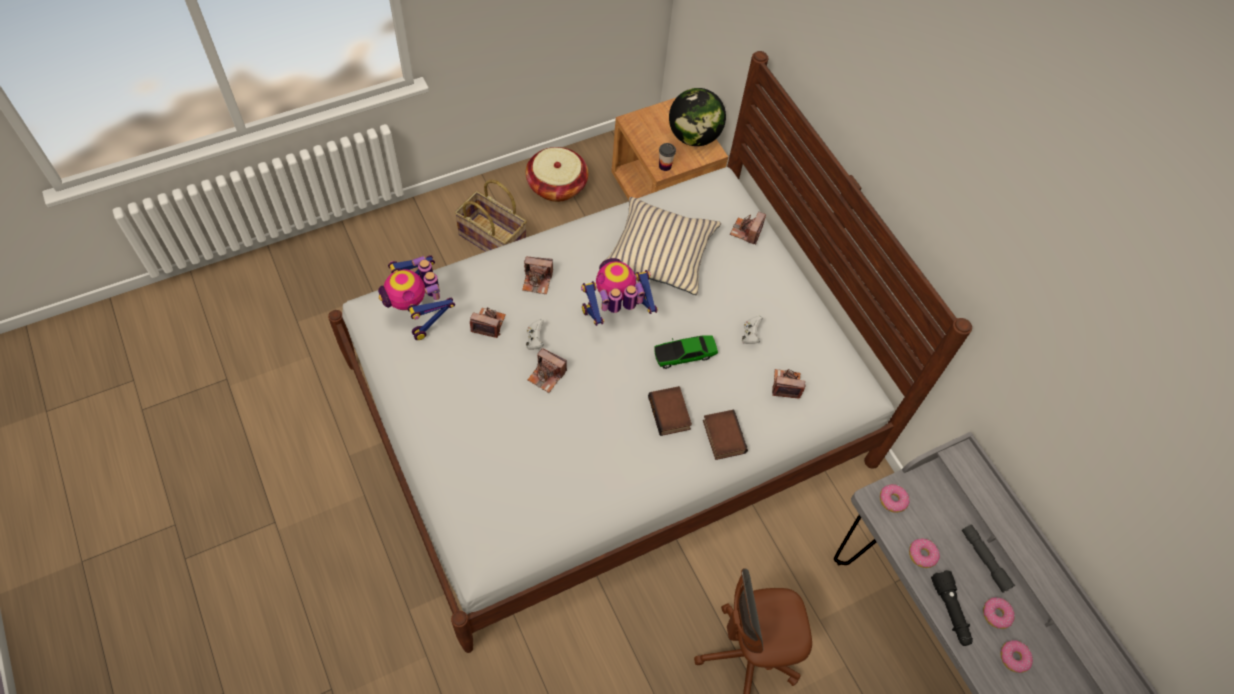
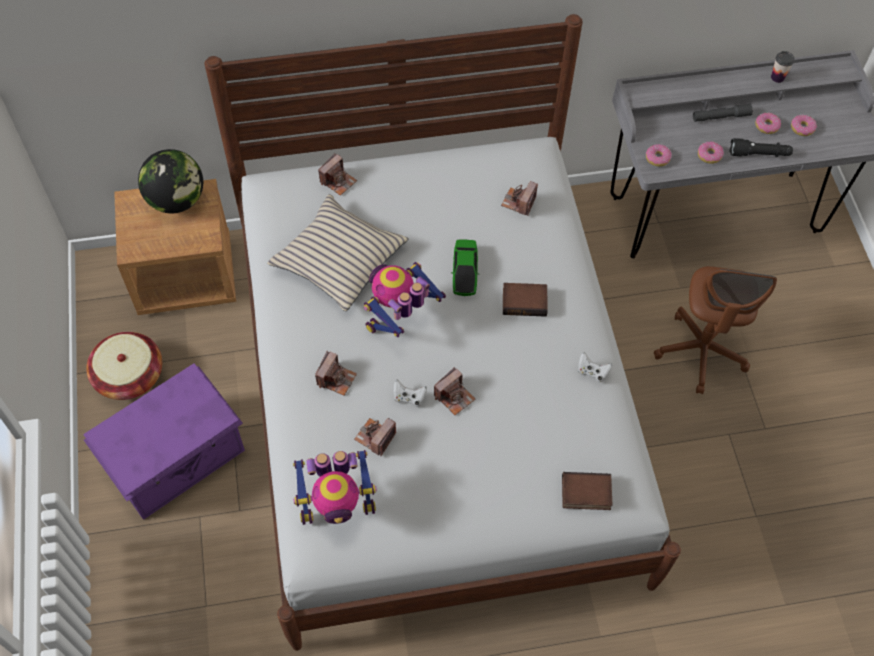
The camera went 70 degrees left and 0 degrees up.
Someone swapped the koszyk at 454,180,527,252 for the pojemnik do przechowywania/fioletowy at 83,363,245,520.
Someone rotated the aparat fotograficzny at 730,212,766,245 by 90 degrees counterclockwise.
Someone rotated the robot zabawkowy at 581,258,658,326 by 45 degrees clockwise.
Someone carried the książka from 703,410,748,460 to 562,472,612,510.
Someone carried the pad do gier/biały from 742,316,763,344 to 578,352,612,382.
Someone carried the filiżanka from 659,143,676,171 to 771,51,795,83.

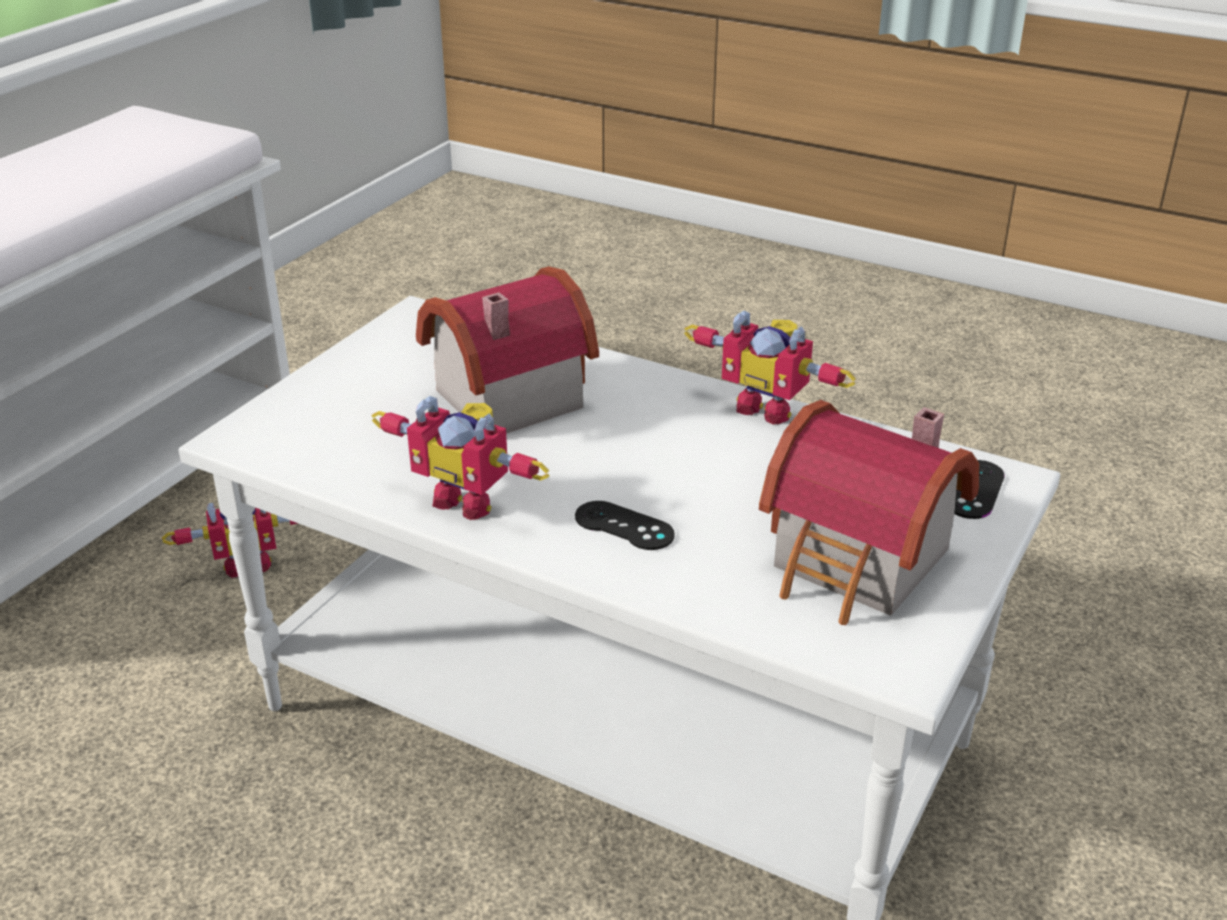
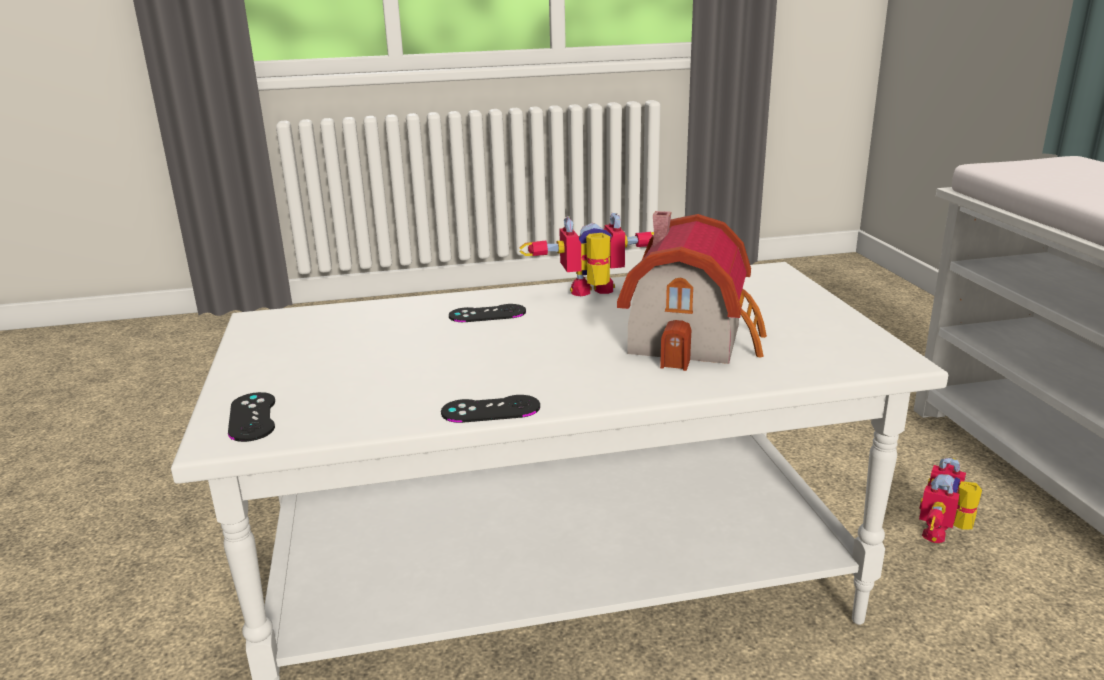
The camera went 140 degrees right and 10 degrees down.
Someone swapped the robot zabawkowy at 684,310,856,425 for the pad do gier/czarny at 441,395,540,423.
Someone took away the domek at 759,400,979,625.

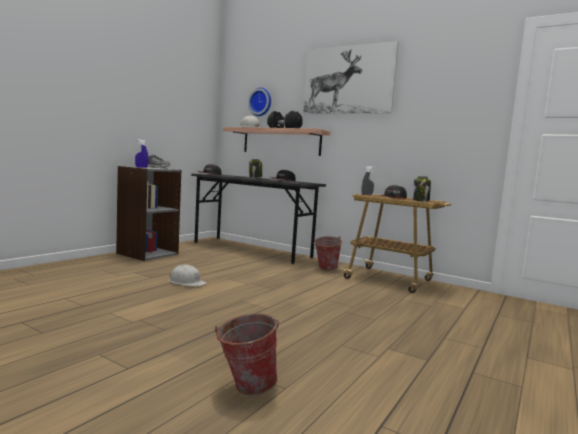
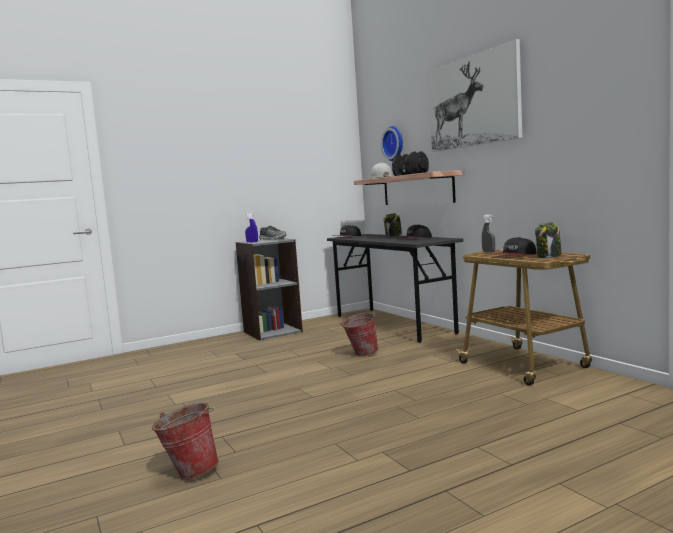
The camera went 30 degrees right and 0 degrees up.
Someone carried the wiadro from 313,236,342,270 to 340,313,379,357.
Someone took away the kask/biały at 169,264,207,287.

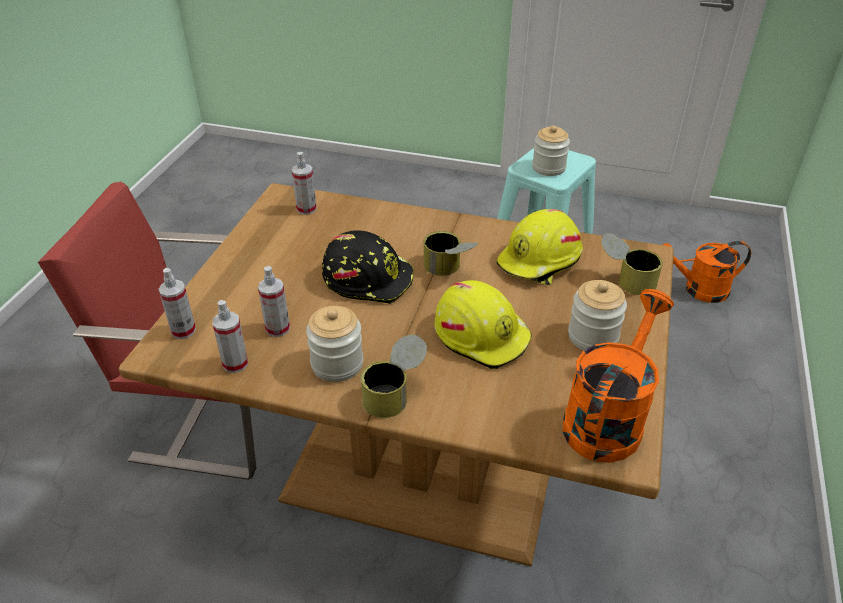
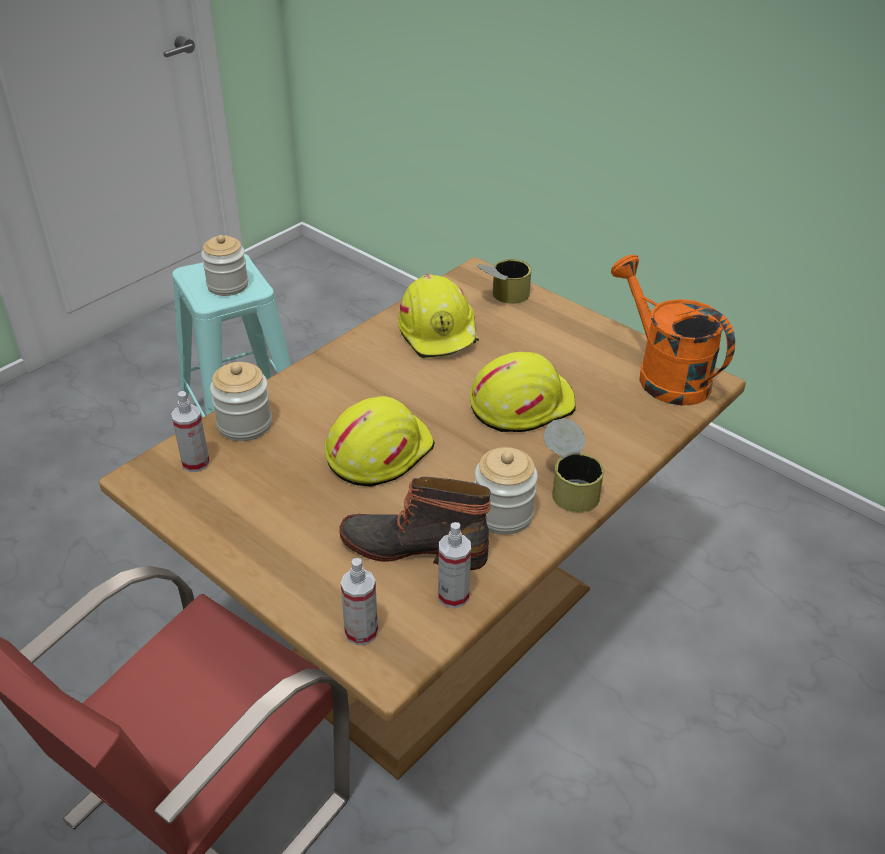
The camera went 65 degrees left and 0 degrees up.
Someone carried the słoik from 568,280,627,350 to 210,362,272,441.
Someone repainted the kask/czarny at 322,230,414,304, which became the kask/żółty at 324,396,435,487.
Someone swapped the spryskiwacz at 258,266,290,337 for the but z cholewką at 339,477,491,570.
Someone took away the puszka at 423,231,478,276.
Someone took away the konewka/pomarańczowy at 663,241,751,303.

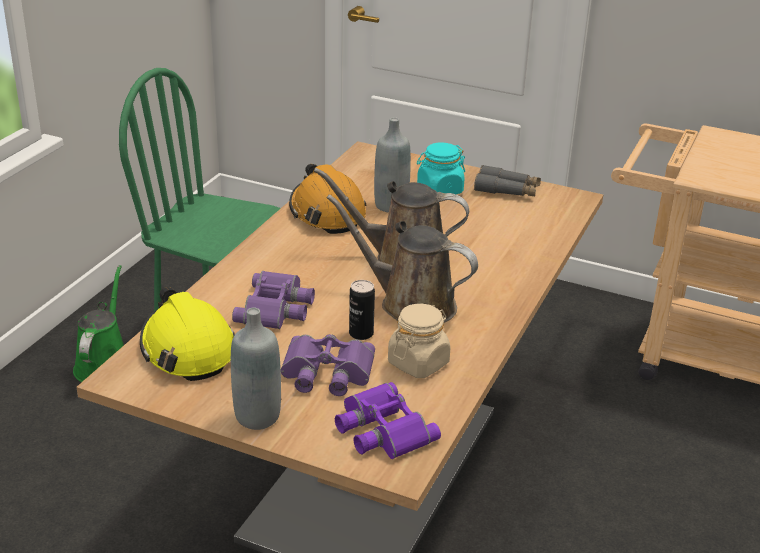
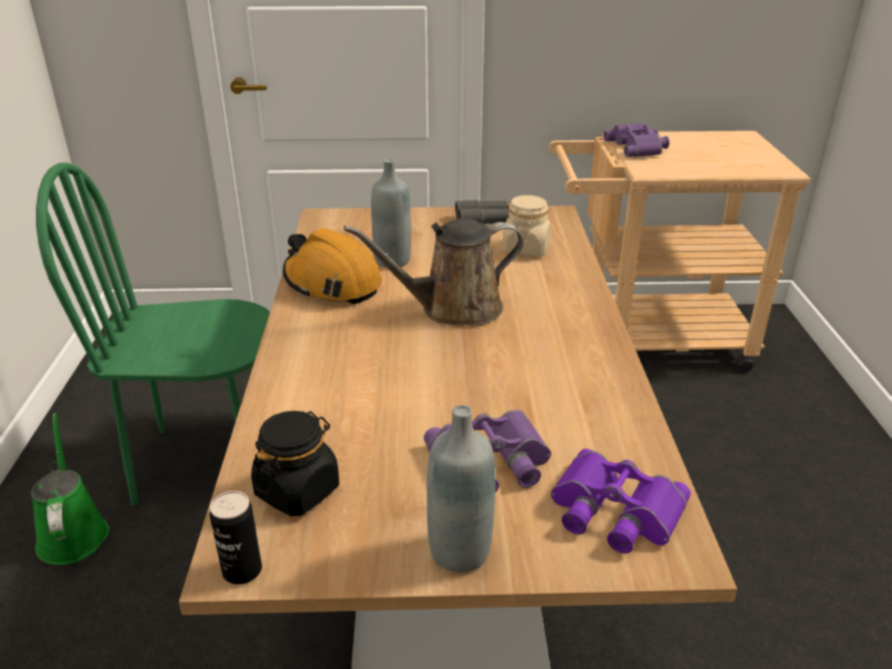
The camera went 25 degrees left and 0 degrees up.
Someone carried the puszka from 349,280,375,340 to 210,491,262,584.
Someone swapped the kask/żółty at 140,287,235,381 for the słoik/czarny at 251,411,339,516.
Someone carried the słoik/beżowy from 388,304,450,378 to 502,195,551,256.
Someone carried the lornetka/fioletowy from 232,271,315,329 to 604,123,669,157.
Someone took away the konewka/brązowy at 327,194,478,323.
Someone took away the słoik/turkusowy at 417,143,465,194.

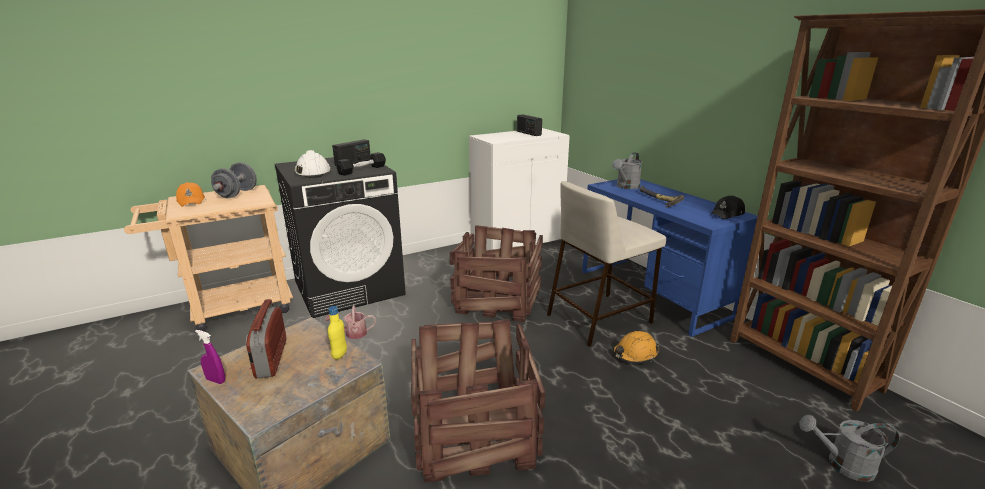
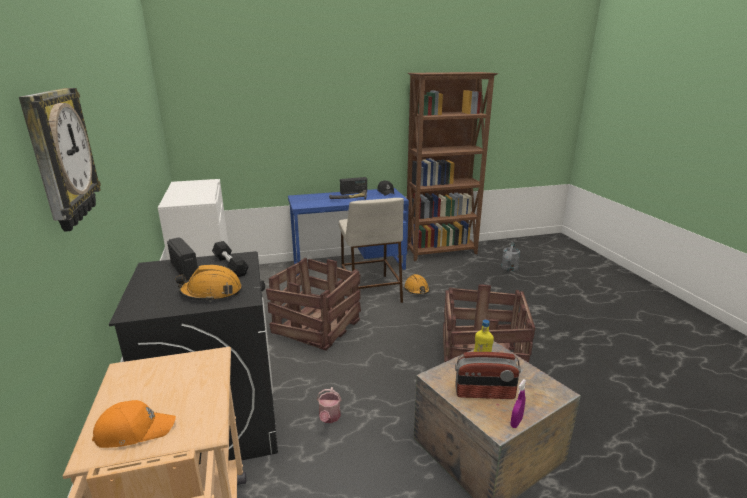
The camera went 75 degrees left and 0 degrees up.
Someone put up the zegar ścienny at 19,88,101,232.
Someone repainted the kask/biały at 294,150,332,179, which became the kask/pomarańczowy at 176,265,242,302.
Someone carried the radio from 517,114,542,136 to 340,177,367,195.
Someone took away the hantel/szary at 211,162,257,198.
Someone took away the konewka/szary at 612,152,642,189.

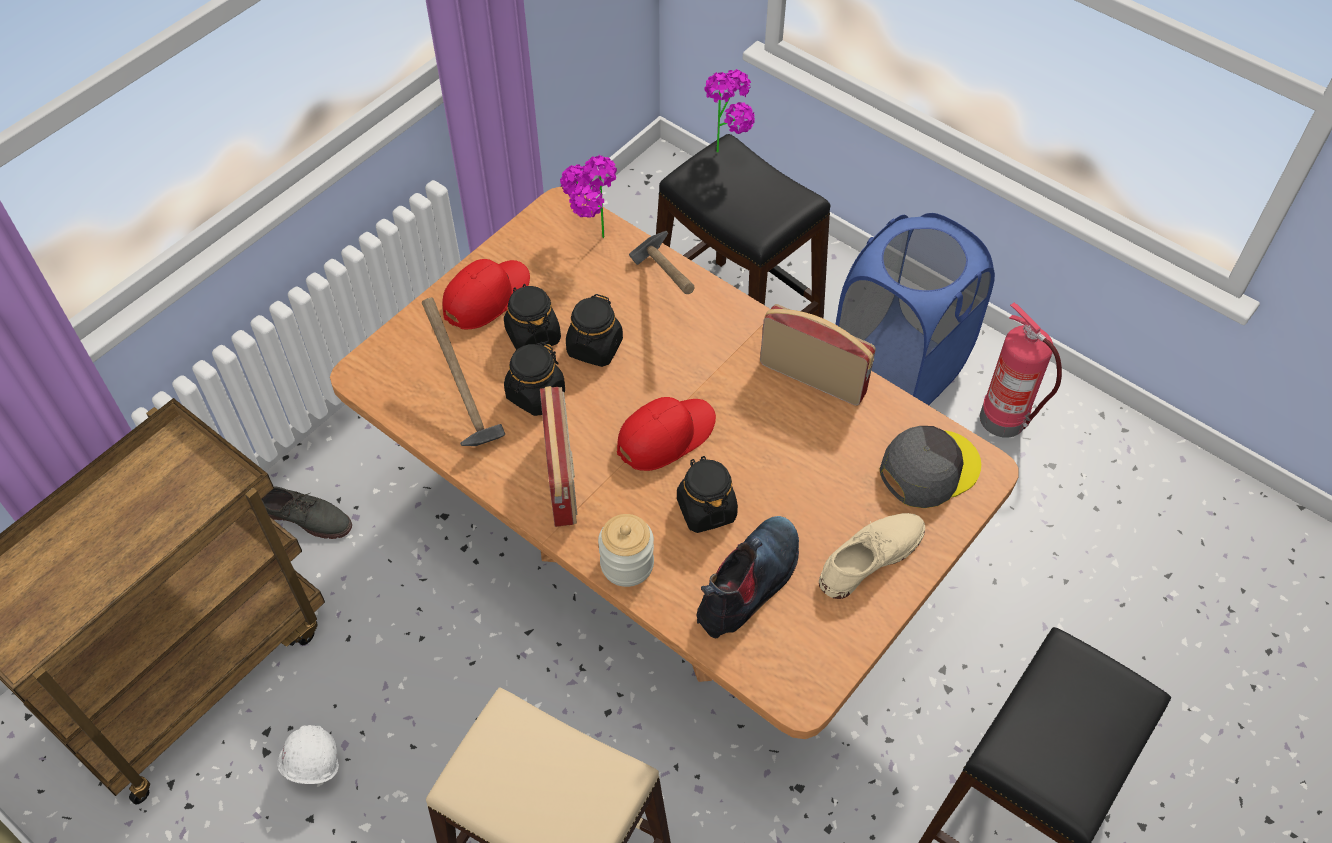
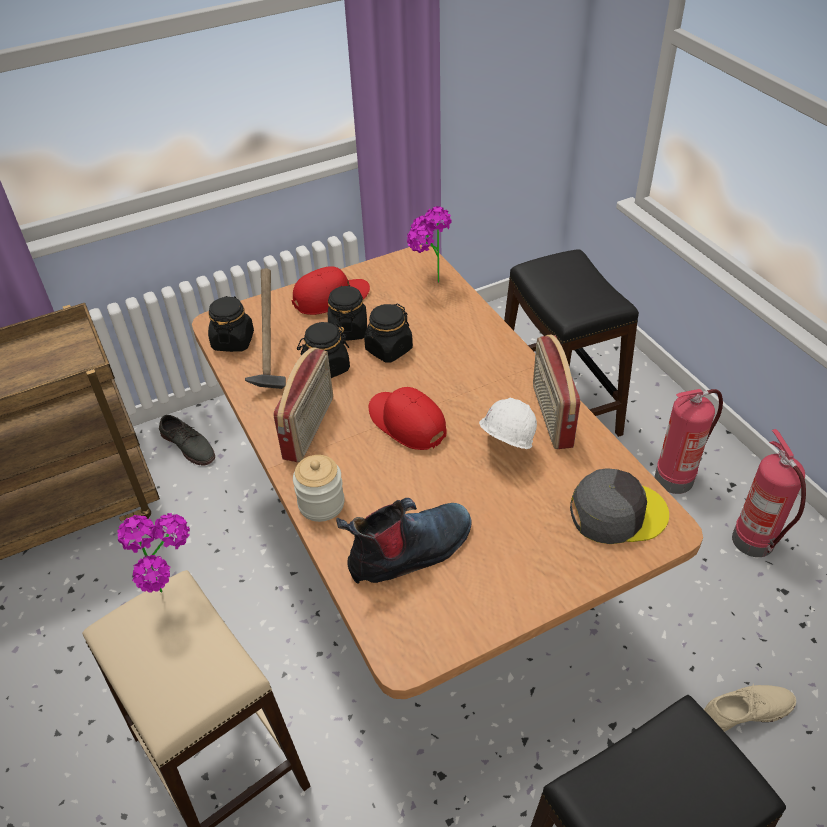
The camera went 25 degrees right and 10 degrees down.
Someone carried the roślina doniczkowa from 704,69,755,153 to 117,513,190,593.
Someone carried the słoik/czarny from 677,456,738,533 to 208,296,254,352.
Someone rotated the czapka z daszkiem/czerwony at 617,397,716,471 by 120 degrees counterclockwise.
Someone carried the kask/biały from 277,725,339,784 to 479,398,537,449.
Someone rotated the radio at 760,304,876,406 by 150 degrees counterclockwise.
Someone swapped the kosz na pranie/niebieski at 835,213,995,405 for the gaśnica at 655,389,723,494.
Someone carried the but/beżowy from 819,513,925,599 to 704,684,796,732.
Someone took away the młotek at 629,231,694,294.

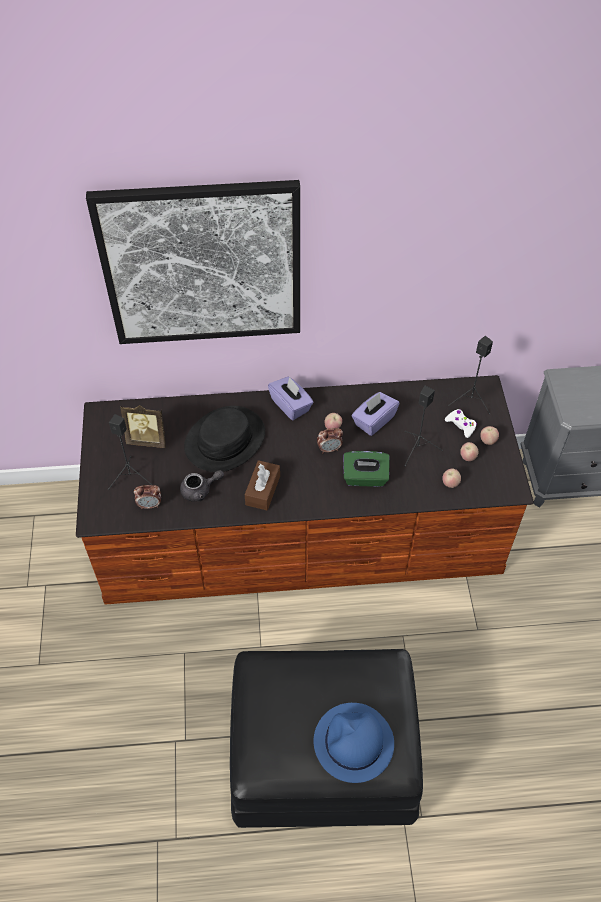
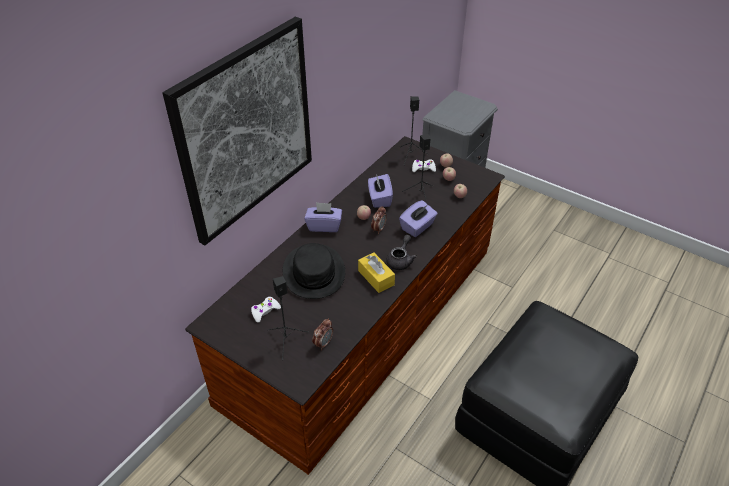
The camera went 50 degrees left and 10 degrees down.
Someone swapped the ramka na zdjęcie at 120,405,166,448 for the pad do gier/biały at 251,297,281,323.
Someone repainted the pudełko chusteczek/brązowy at 245,460,280,510, which became the pudełko chusteczek/żółty at 358,253,395,293.
Someone carried the imbryk/szary from 180,470,224,501 to 386,235,417,270.
Someone repainted the pudełko chusteczek/zielony at 344,451,390,487, which became the pudełko chusteczek/fioletowy at 399,200,438,237.
Someone took away the kapelusz/niebieski at 314,703,394,783.

